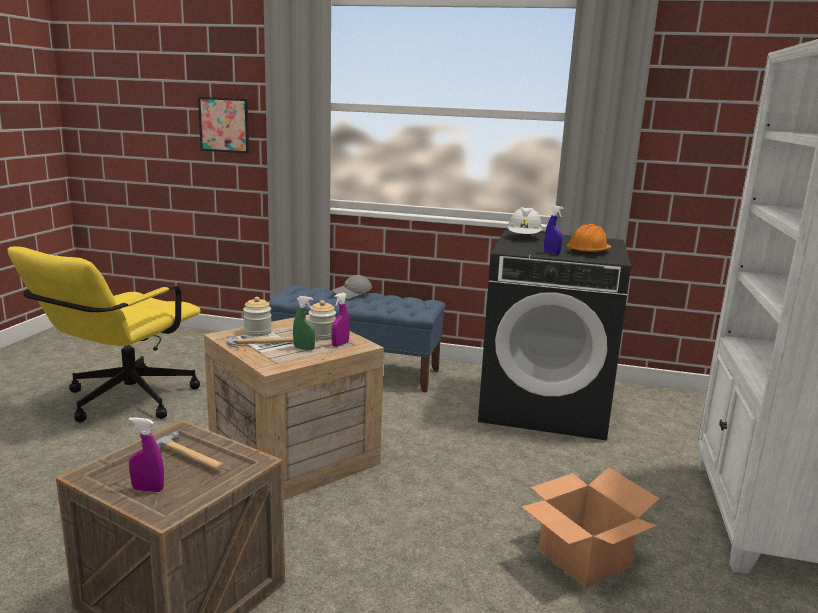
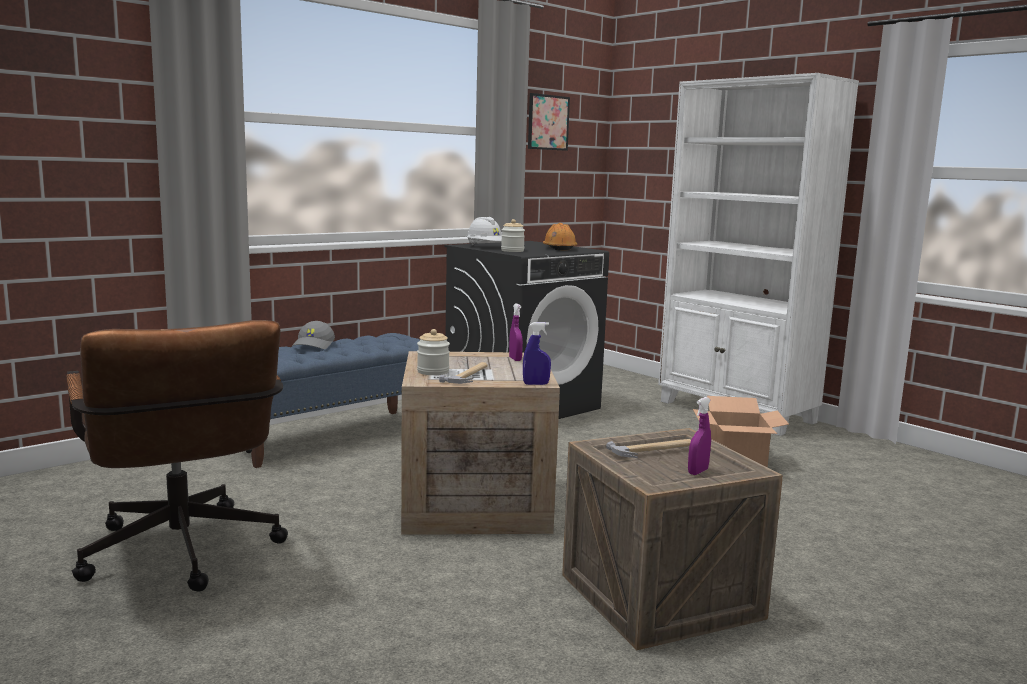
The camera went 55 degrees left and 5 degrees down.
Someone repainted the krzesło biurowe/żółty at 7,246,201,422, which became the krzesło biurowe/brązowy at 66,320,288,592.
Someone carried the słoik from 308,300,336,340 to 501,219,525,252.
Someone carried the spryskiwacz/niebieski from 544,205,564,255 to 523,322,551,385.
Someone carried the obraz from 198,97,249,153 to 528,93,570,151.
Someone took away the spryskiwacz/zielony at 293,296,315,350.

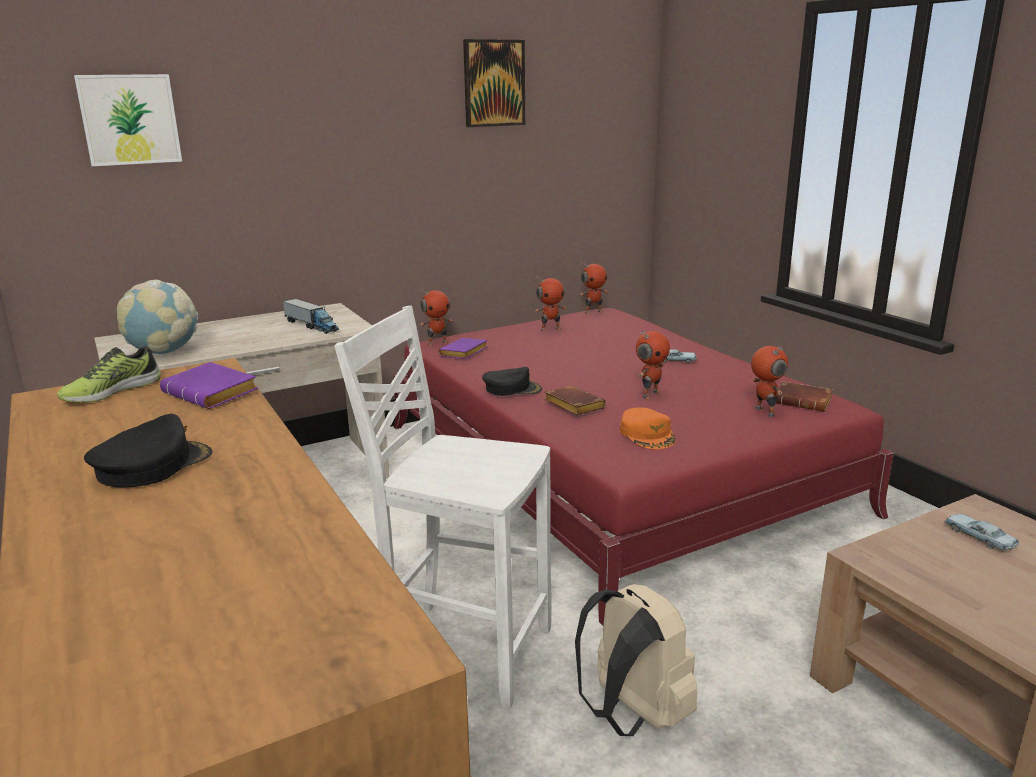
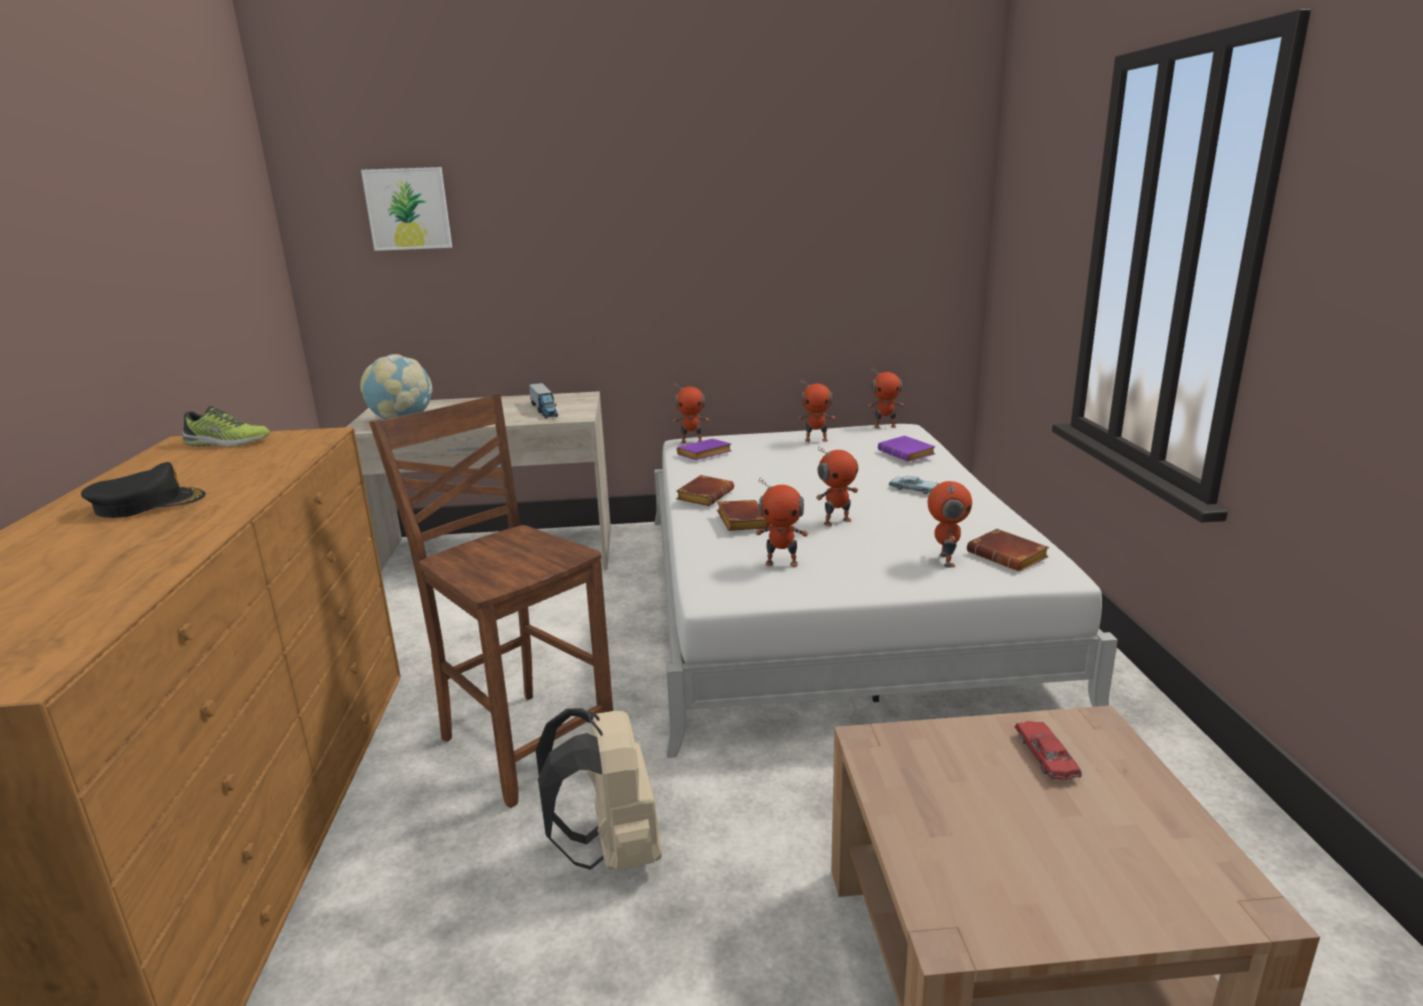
The camera went 25 degrees right and 0 degrees up.
Someone rotated the but at 57,346,161,403 by 150 degrees counterclockwise.
Someone repainted the krzesło/biały at 334,306,551,709, which became the krzesło/brązowy at 369,393,613,808.
Someone repainted the łóżko/czerwony at 394,308,894,626, which became the łóżko/biały at 654,424,1118,758.
Someone swapped the czapka z daszkiem/czarny at 482,367,542,396 for the książka/brązowy at 676,475,734,506.
Someone swapped the czapka z daszkiem/pomarańczowy at 620,408,676,449 for the robot zabawkowy at 755,477,808,567.
Someone carried the książka/fioletowy from 160,362,258,409 to 878,436,935,462.
Someone repainted the samochodzik/niebieski at 944,514,1019,551, which became the samochodzik/czerwony at 1014,721,1082,780.
Someone took away the obraz at 463,39,525,127.

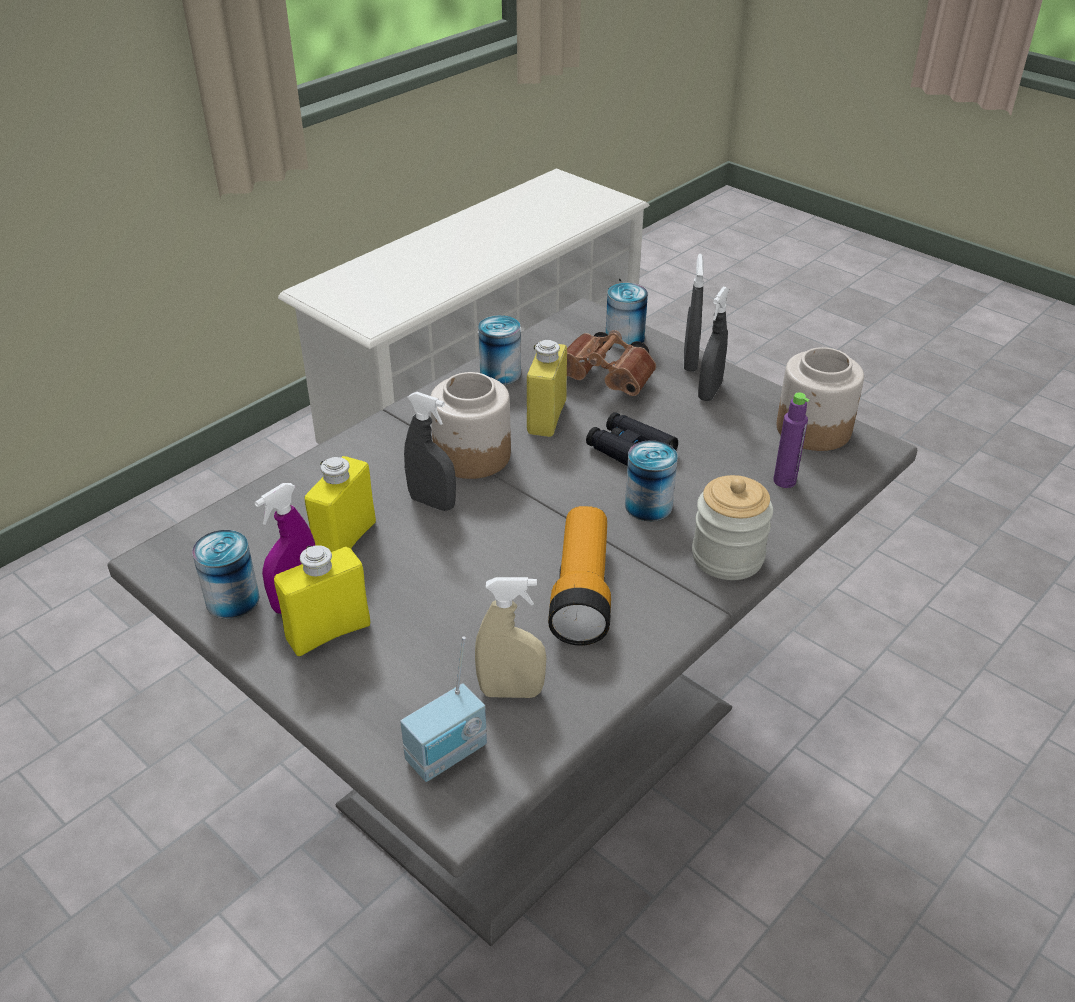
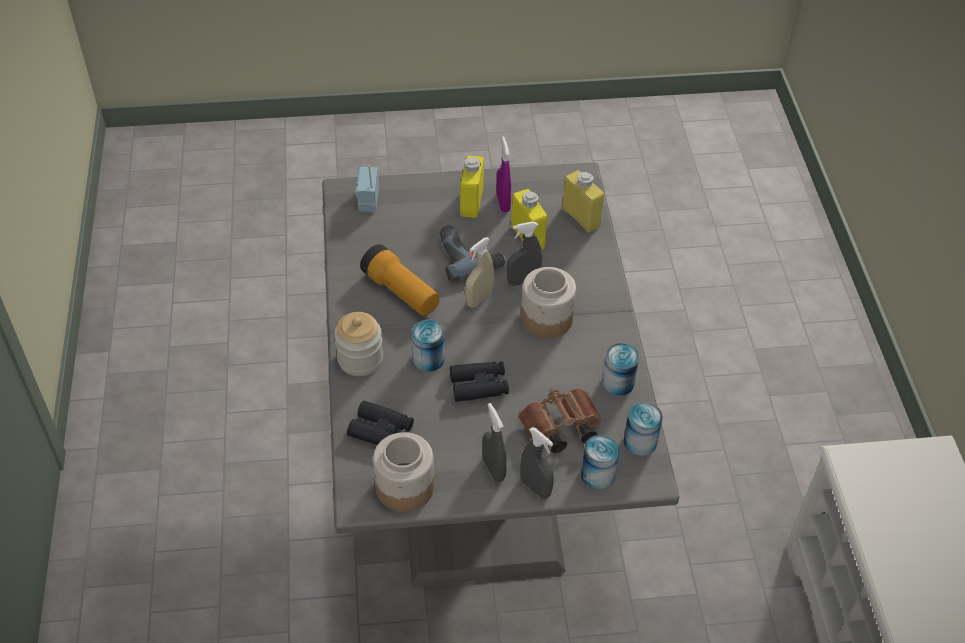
The camera went 130 degrees right and 10 degrees up.
Someone swapped the butelka/fioletowy at 773,392,809,488 for the lornetka/czarny at 347,401,414,445.
Someone put down the wiertarka at 440,225,507,282.
Someone carried the spryskiwacz/beżowy from 475,577,546,698 to 465,237,494,308.
Someone carried the butelka/żółty from 527,340,567,437 to 562,170,604,232.
Someone carried the puszka from 192,530,260,619 to 624,402,663,456.

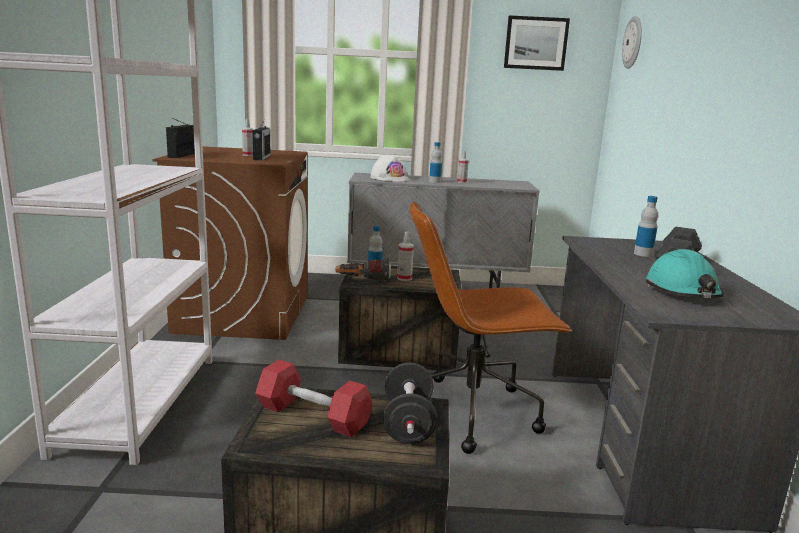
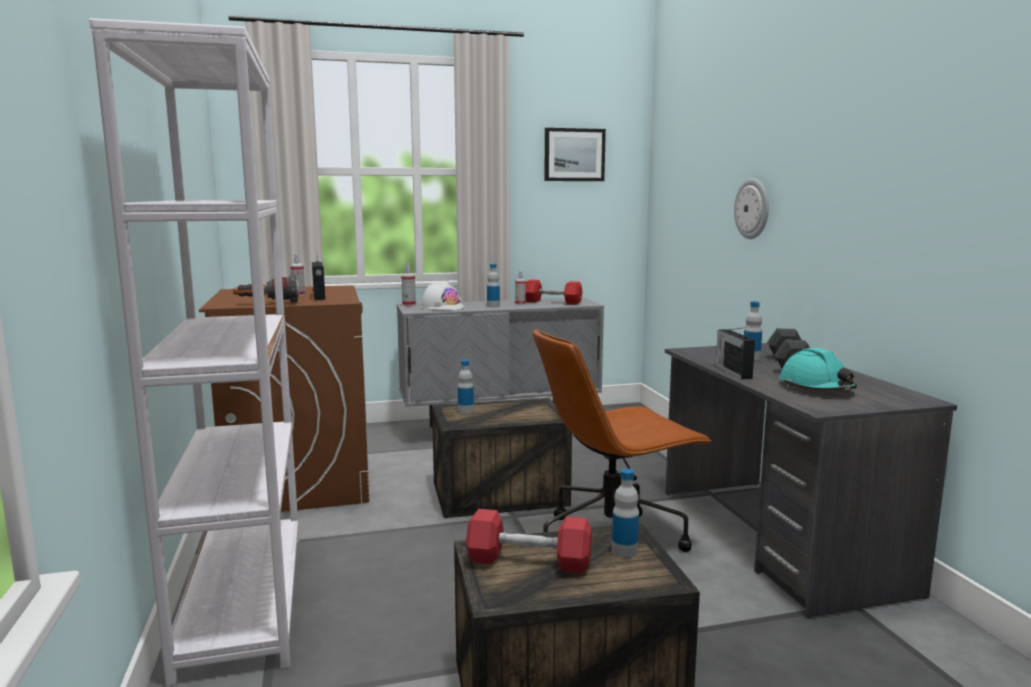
The camera went 15 degrees left and 5 degrees down.
Someone carried the latarka from 335,258,391,283 to 233,274,300,303.
Someone carried the spryskiwacz from 397,232,414,281 to 401,263,416,306.
Someone put down the hantel/czerwony at 526,280,582,305.
Someone swapped the hantel/czarny at 383,362,437,444 for the butelka at 612,469,639,558.
Someone carried the radio from 166,119,195,158 to 716,327,755,379.
Someone carried the zegar ścienny from 622,16,642,69 to 734,178,769,239.

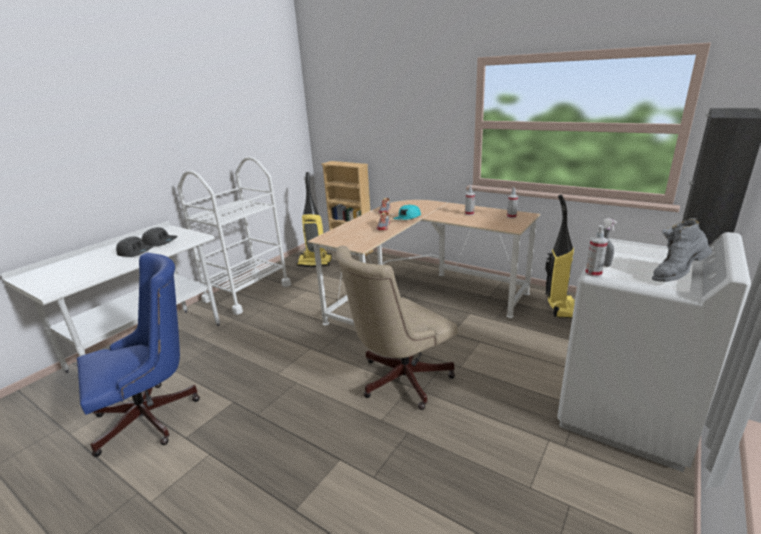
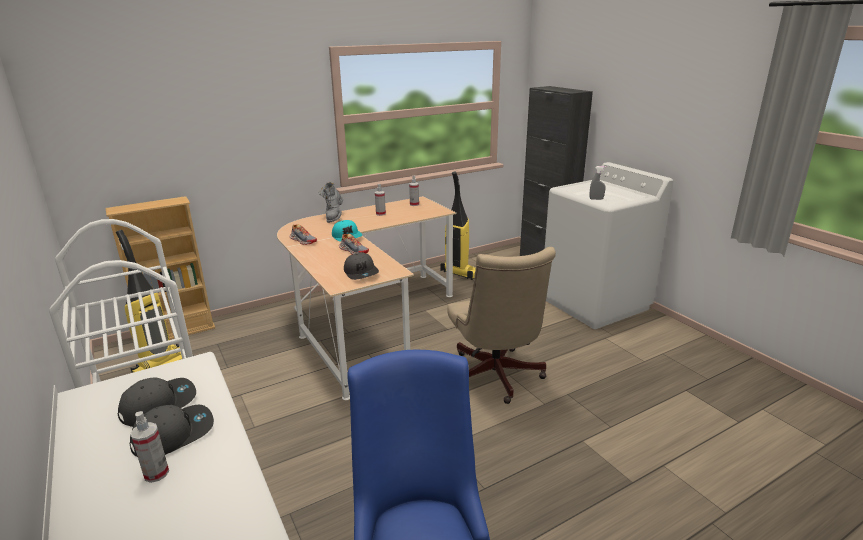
The camera went 65 degrees left and 0 degrees up.
Someone carried the spryskiwacz from 585,225,608,277 to 131,411,169,483.
Someone carried the but z cholewką/szary from 652,218,712,282 to 319,182,343,223.
Someone put down the czapka z daszkiem/szary at 344,253,379,280.

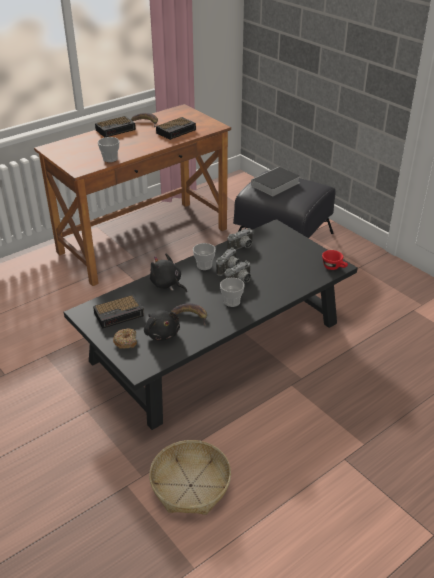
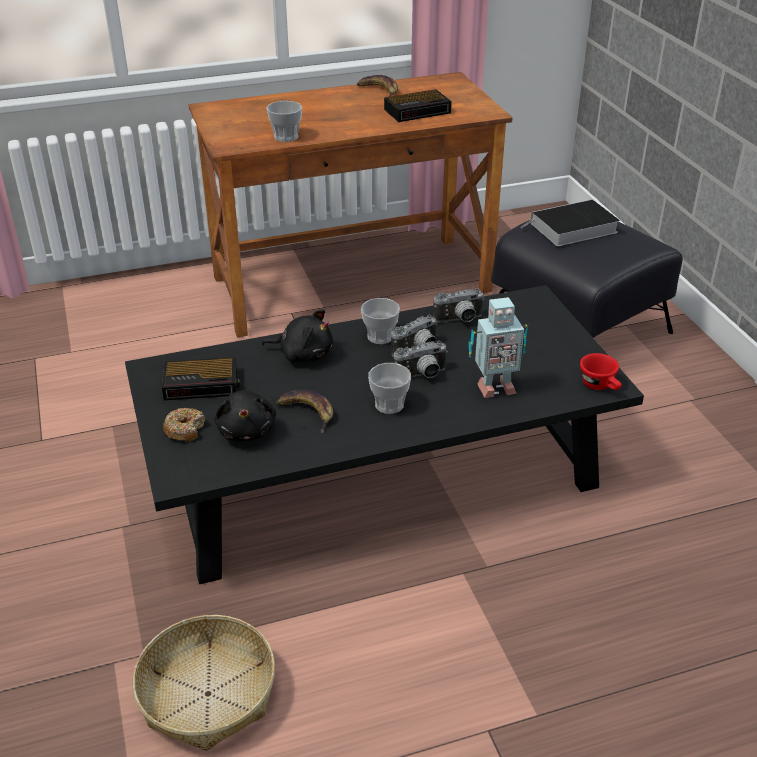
The camera went 20 degrees right and 0 degrees up.
Someone rotated the pluszak/czarny at 150,254,187,292 by 135 degrees clockwise.
Someone put down the robot zabawkowy at 469,297,528,398.
Someone took away the budzik at 95,116,136,137.

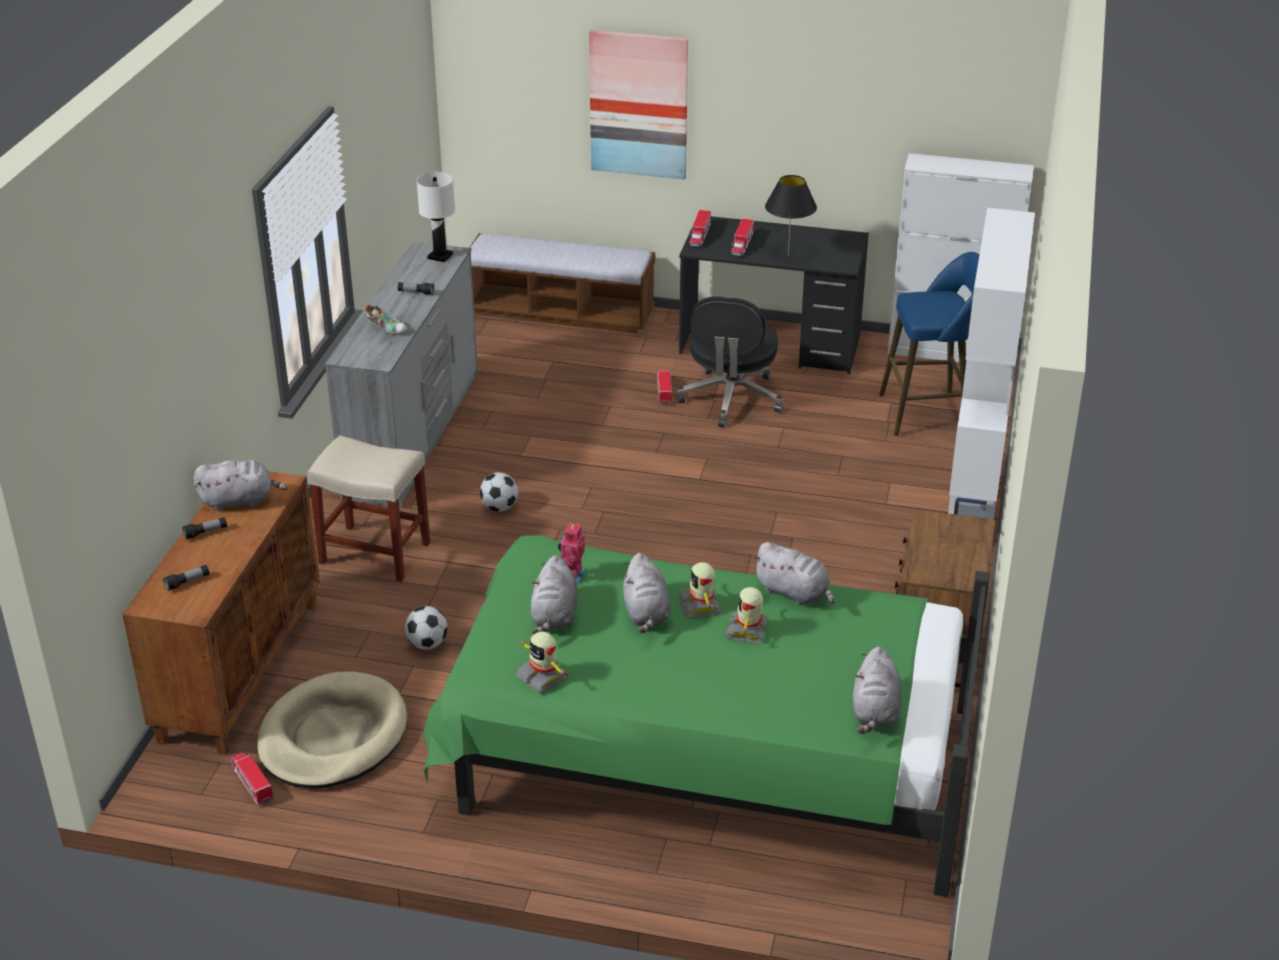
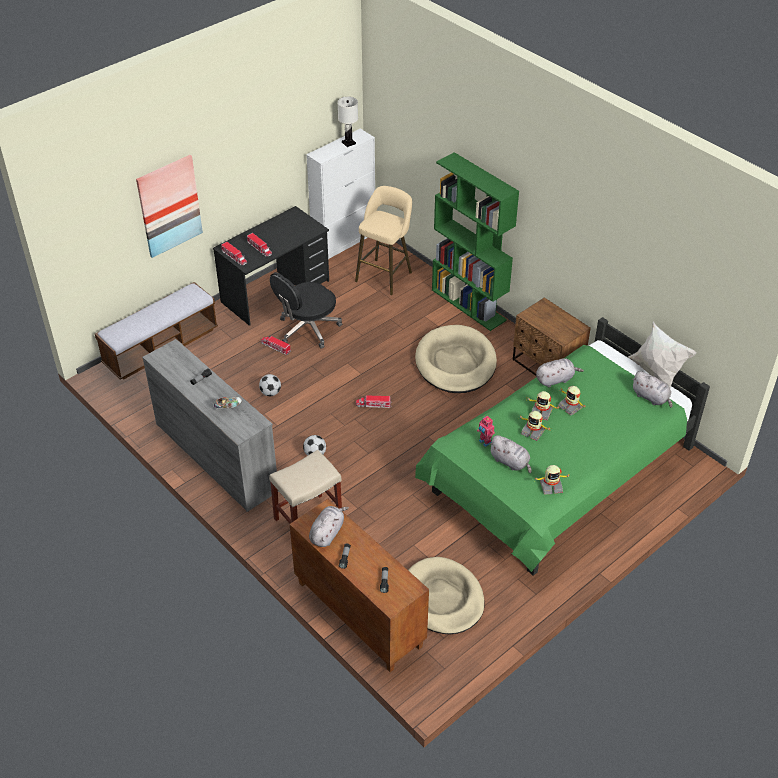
The camera went 55 degrees left and 10 degrees up.
Someone carried the piłka futbolowa from 405,606,448,650 to 259,374,281,396.
Someone rotated the krzesło biurowe/czarny at 676,297,784,428 by 90 degrees clockwise.
Someone carried the lampa stołowa/biały from 417,172,455,262 to 338,97,358,147.
Someone repainted the stołek/niebieski at 879,252,979,436, which became the stołek/beżowy at 355,186,412,295.
Someone carried the ciężarówka zabawkowa from 230,753,274,806 to 356,395,392,408.
Someone put down the legowisko/beżowy at 415,325,497,393.
Someone repainted the regał/biały at 948,208,1035,519, which became the regał/zielony at 432,152,519,331.
Someone swapped the pluszak/szary at 623,553,671,633 for the robot zabawkowy at 518,411,551,441.
Someone put down the poduszka/biały at 628,322,697,387.
Someone took away the lampa stołowa/czarny at 765,175,817,256.

